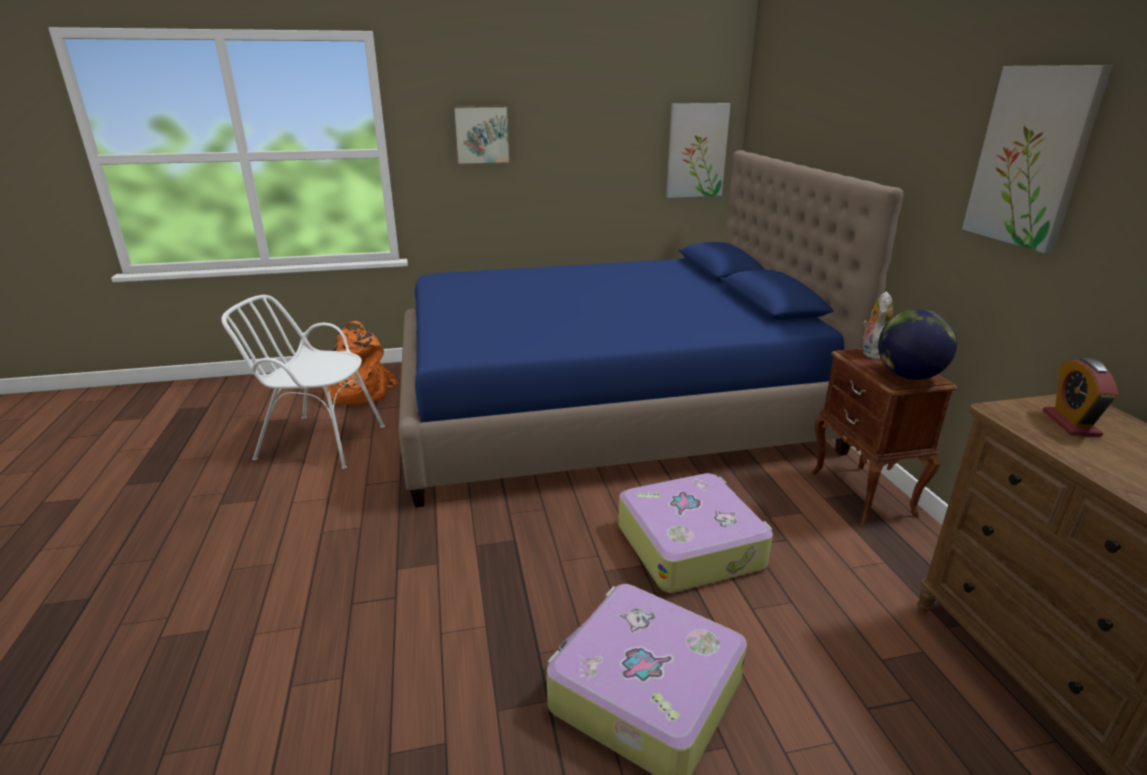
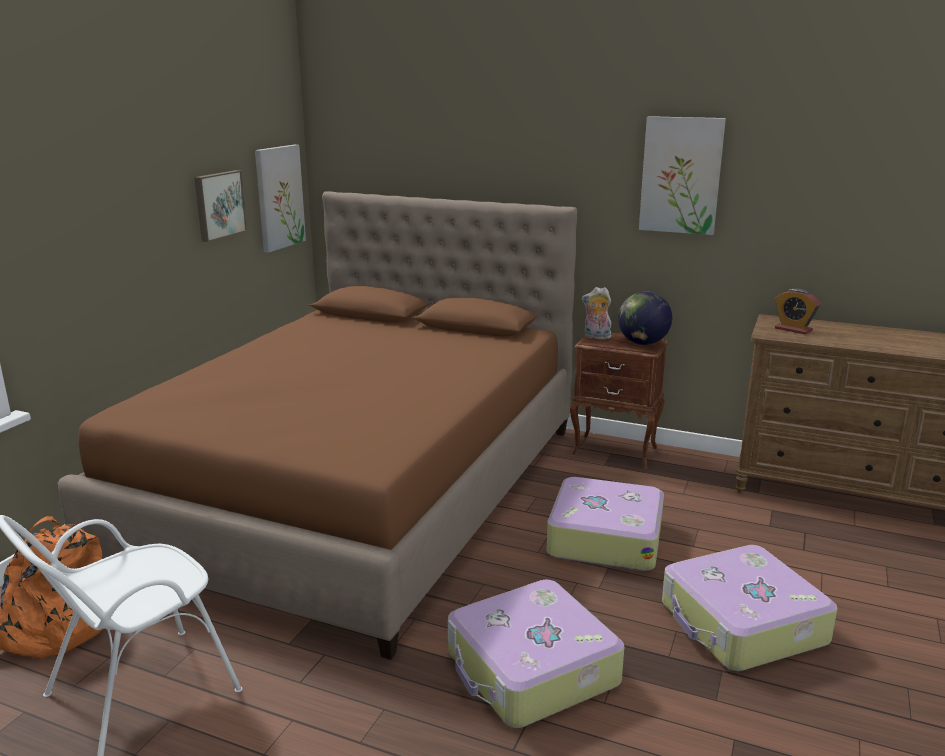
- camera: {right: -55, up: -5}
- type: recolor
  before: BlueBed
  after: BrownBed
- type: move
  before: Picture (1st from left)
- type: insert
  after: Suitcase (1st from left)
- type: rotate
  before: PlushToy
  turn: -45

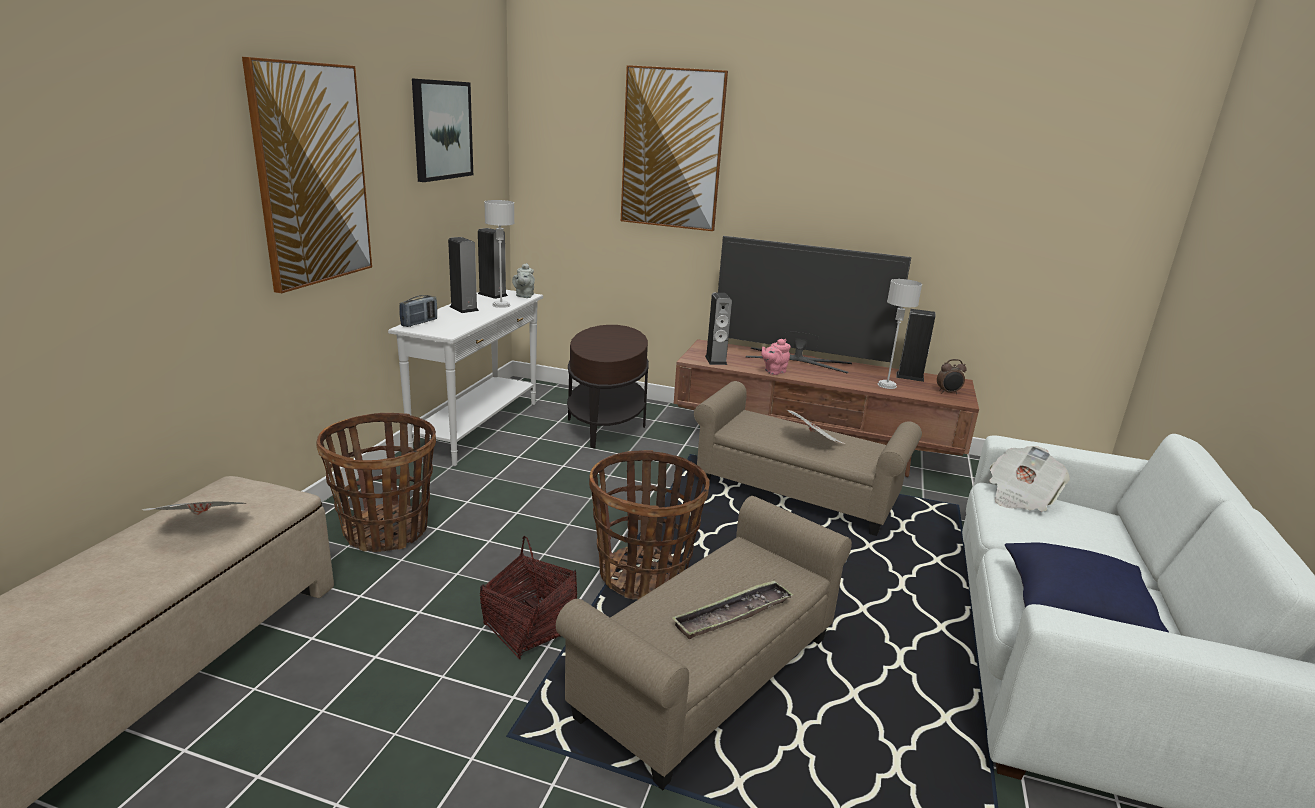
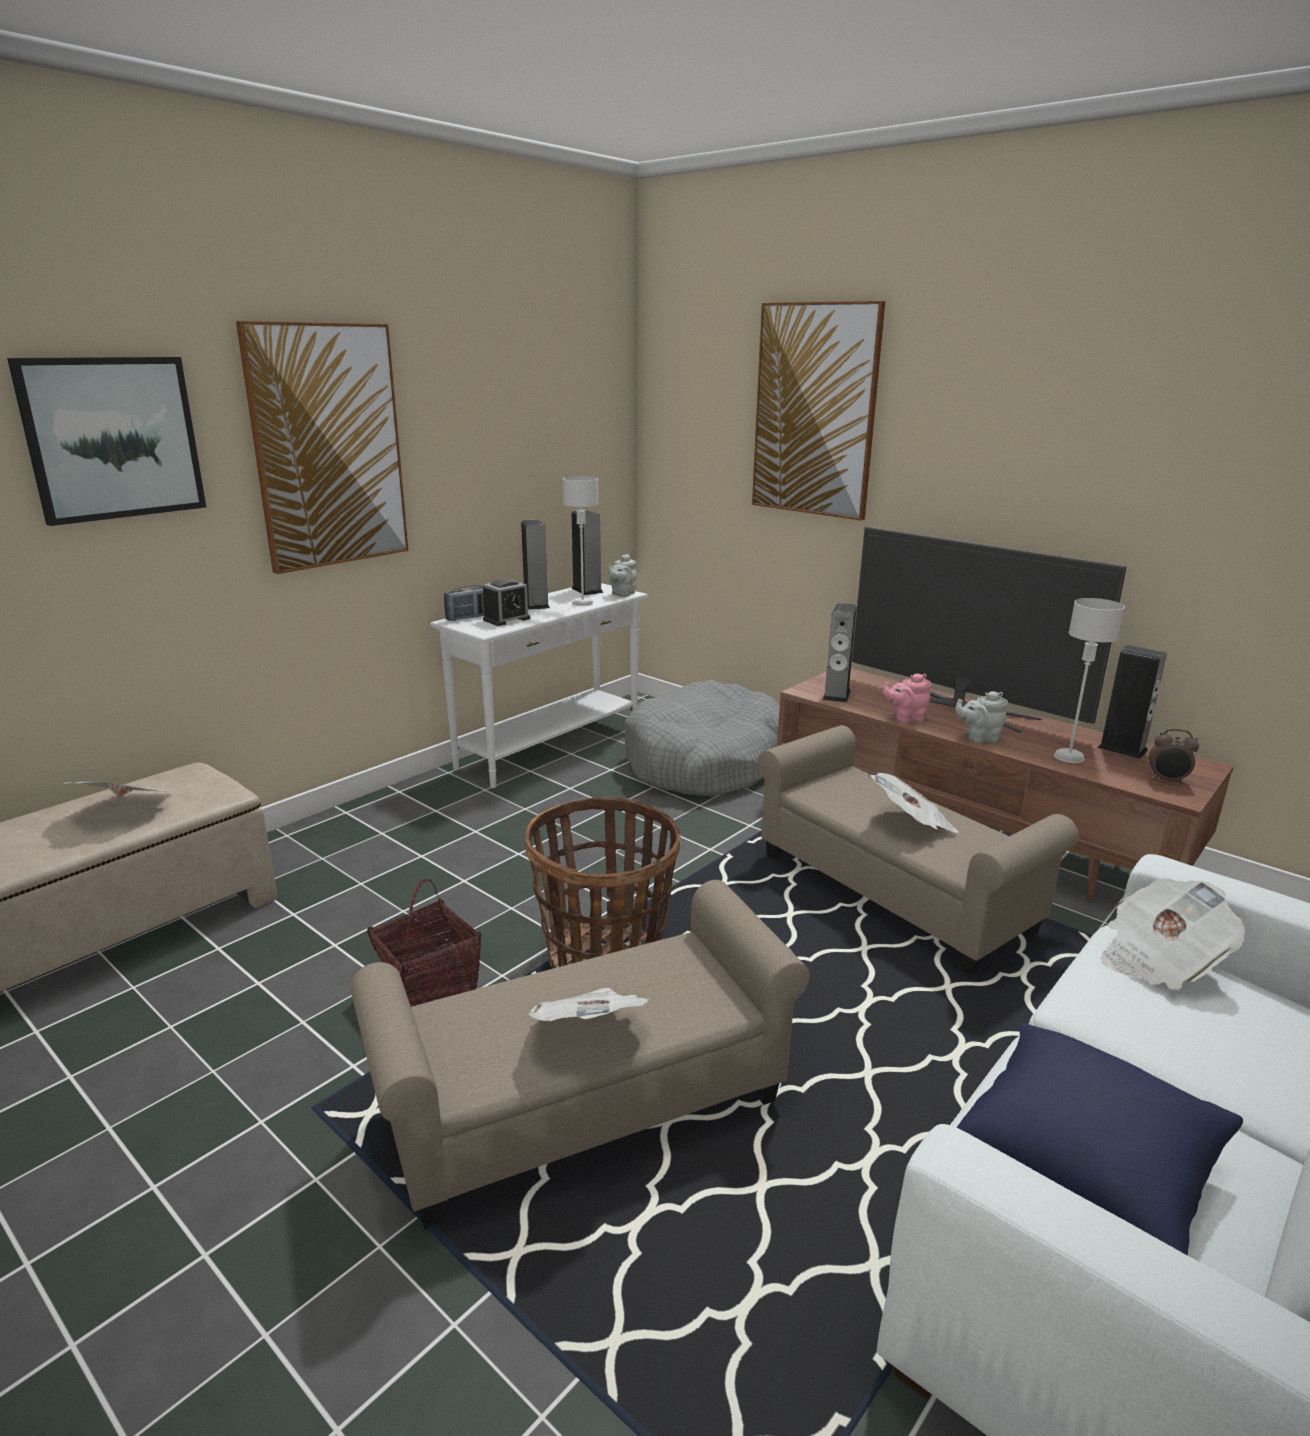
- camera: {right: 25, up: 0}
- type: move
  before: Picture (2nd from left in the first image)
  after: Picture (1st from left)
- type: insert
  after: AlarmClock (1st from left)
- type: replace
  before: Tray
  after: Newspaper (2nd from left)
- type: replace
  before: BrownSideTable
  after: GreyDogBed
- type: insert
  after: GreyTeapot (2nd from left)
- type: delete
  before: Basket (1st from left)

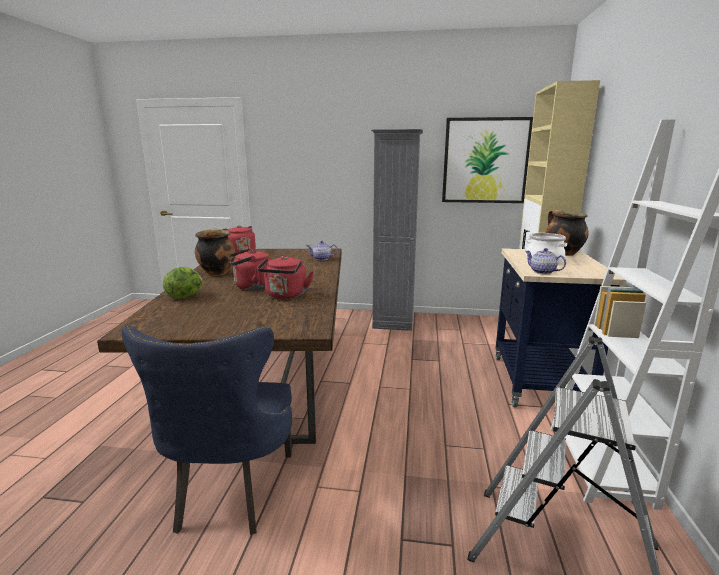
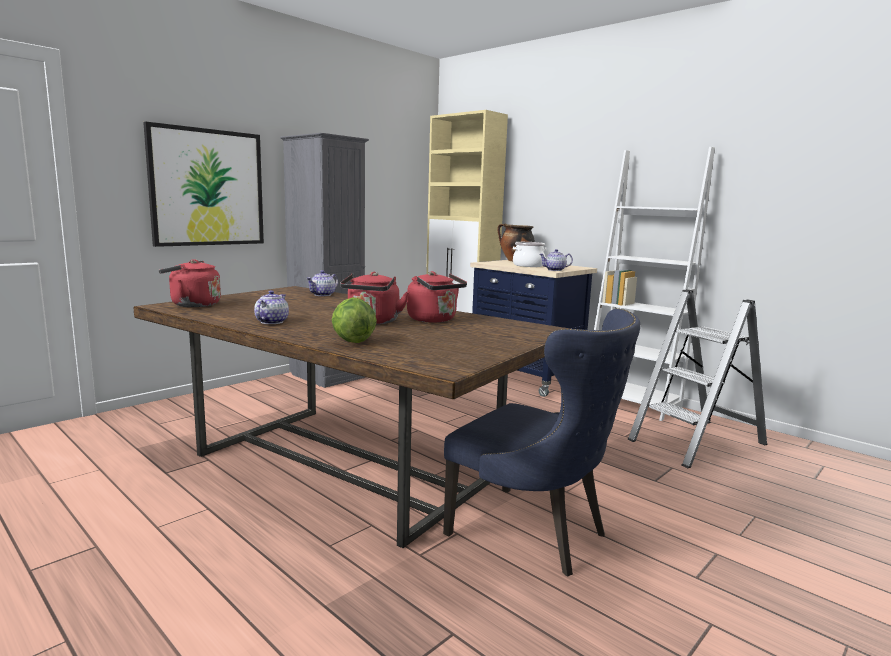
- camera: {right: -55, up: -5}
- type: move
  before: Picture
- type: replace
  before: CookingPot (1st from left)
  after: Teapot (1st from left)

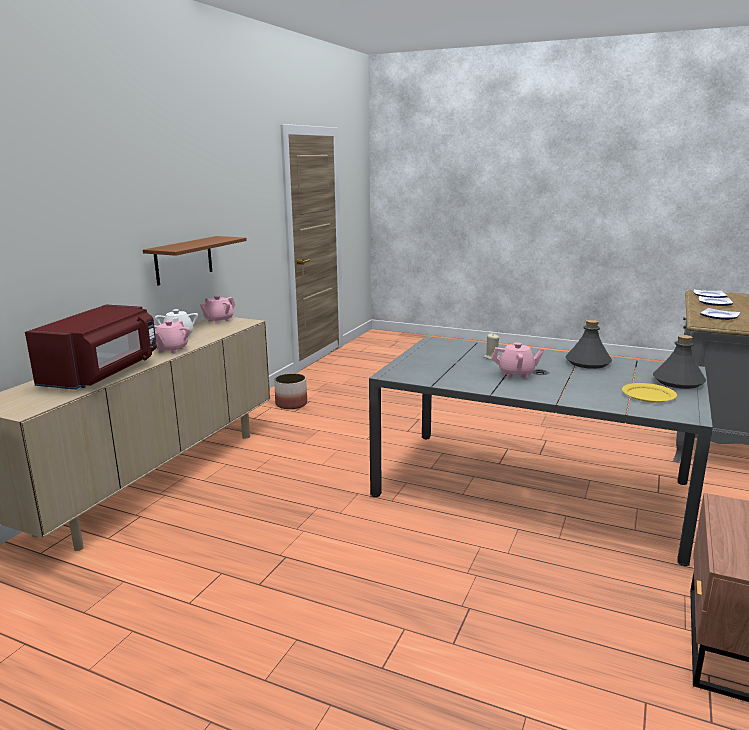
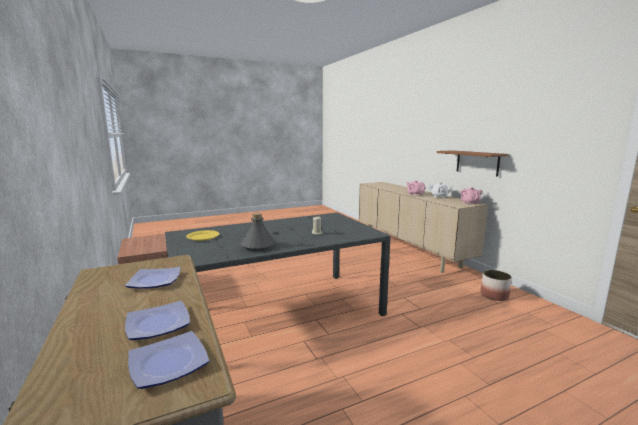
- camera: {right: 130, up: -5}
- type: delete
  before: RedMicrowave
- type: delete
  before: PinkTeapot (3rd from left)
- type: delete
  before: GreyBottle (2nd from left)

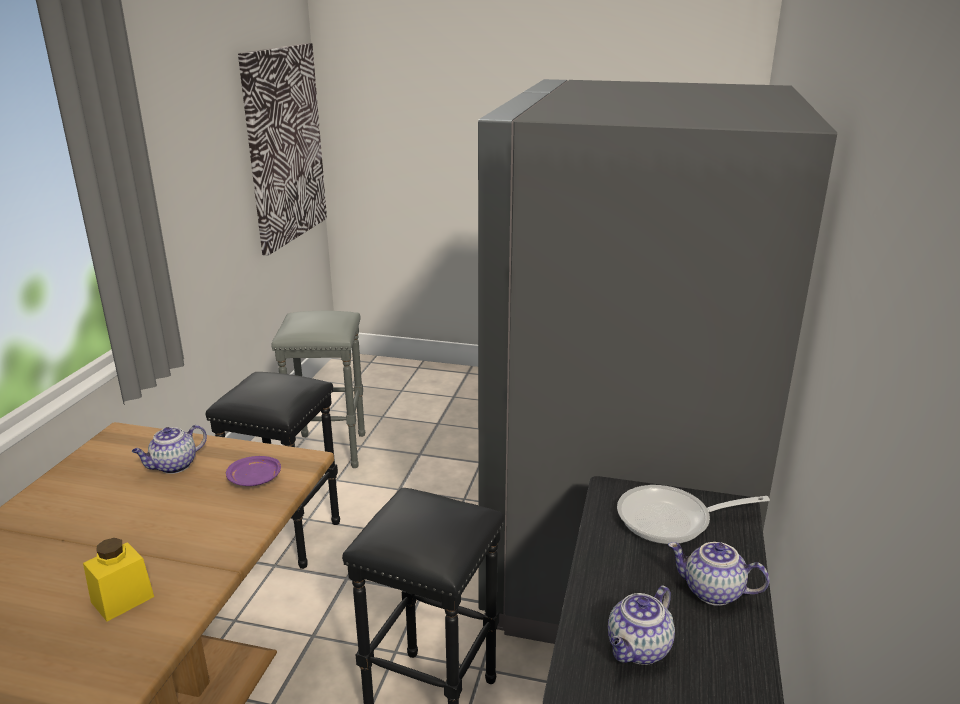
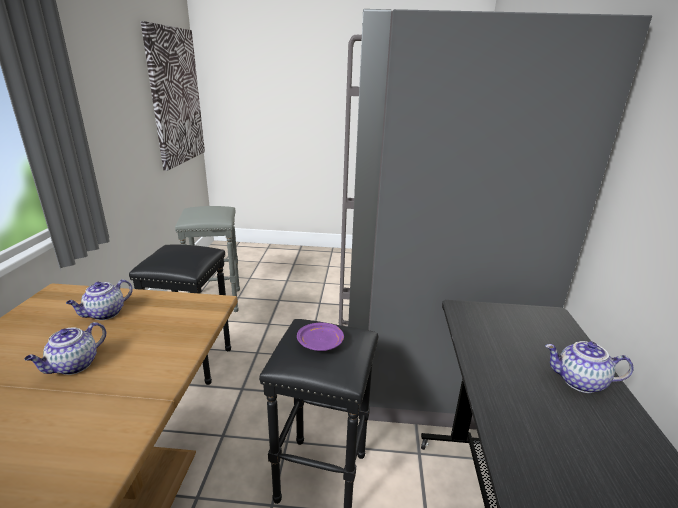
- camera: {right: -10, up: 0}
- type: move
  before: Teapot (2nd from left in the first image)
  after: Teapot (1st from left)
- type: move
  before: PurplePlate
- type: delete
  before: YellowJar
- type: delete
  before: FryingPan

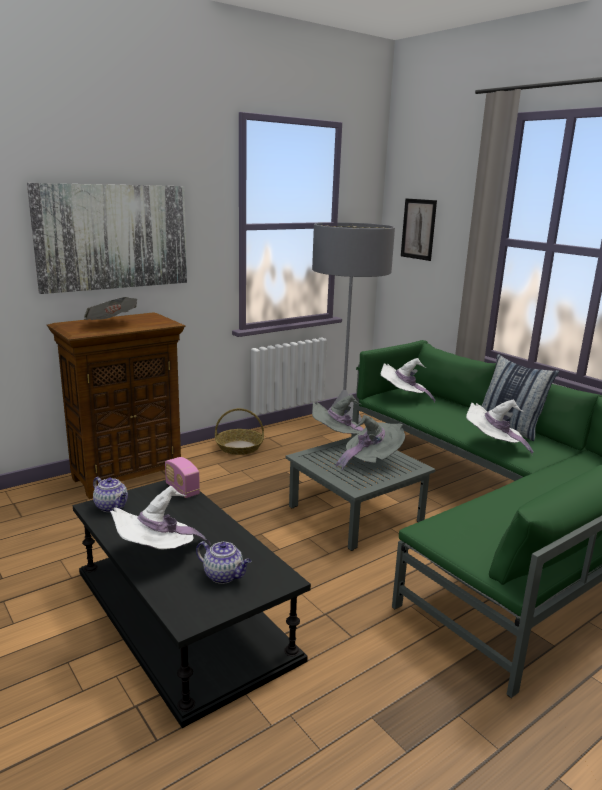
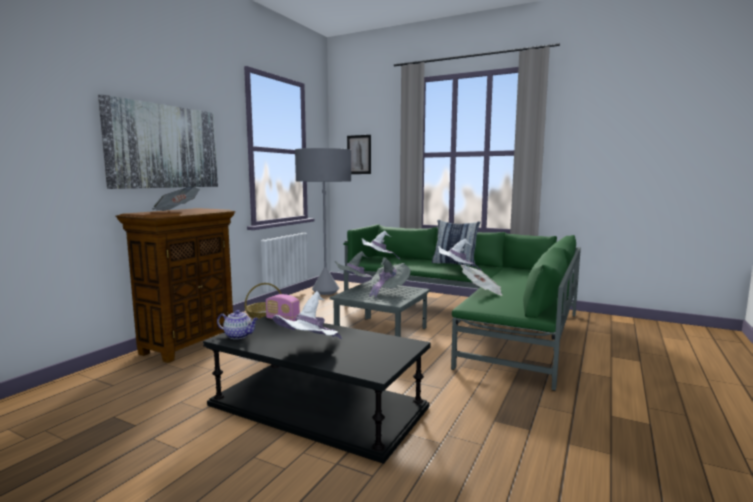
- camera: {right: -25, up: -10}
- type: insert
  after: Newspaper (2nd from left)
- type: delete
  before: Teapot (2nd from left)

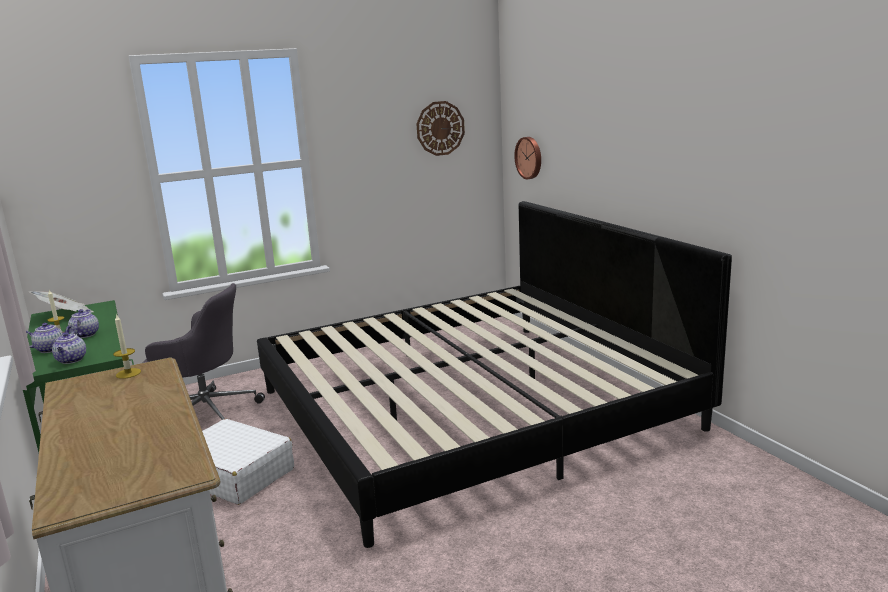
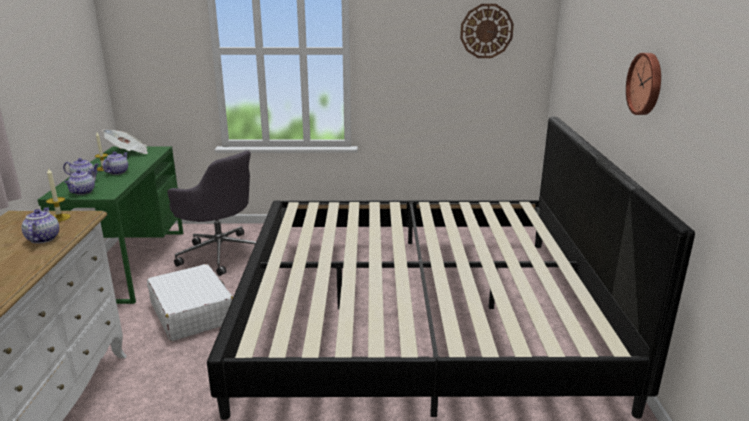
- camera: {right: 25, up: 5}
- type: insert
  after: Teapot (1st from left)
- type: move
  before: WallClock (2nd from left)

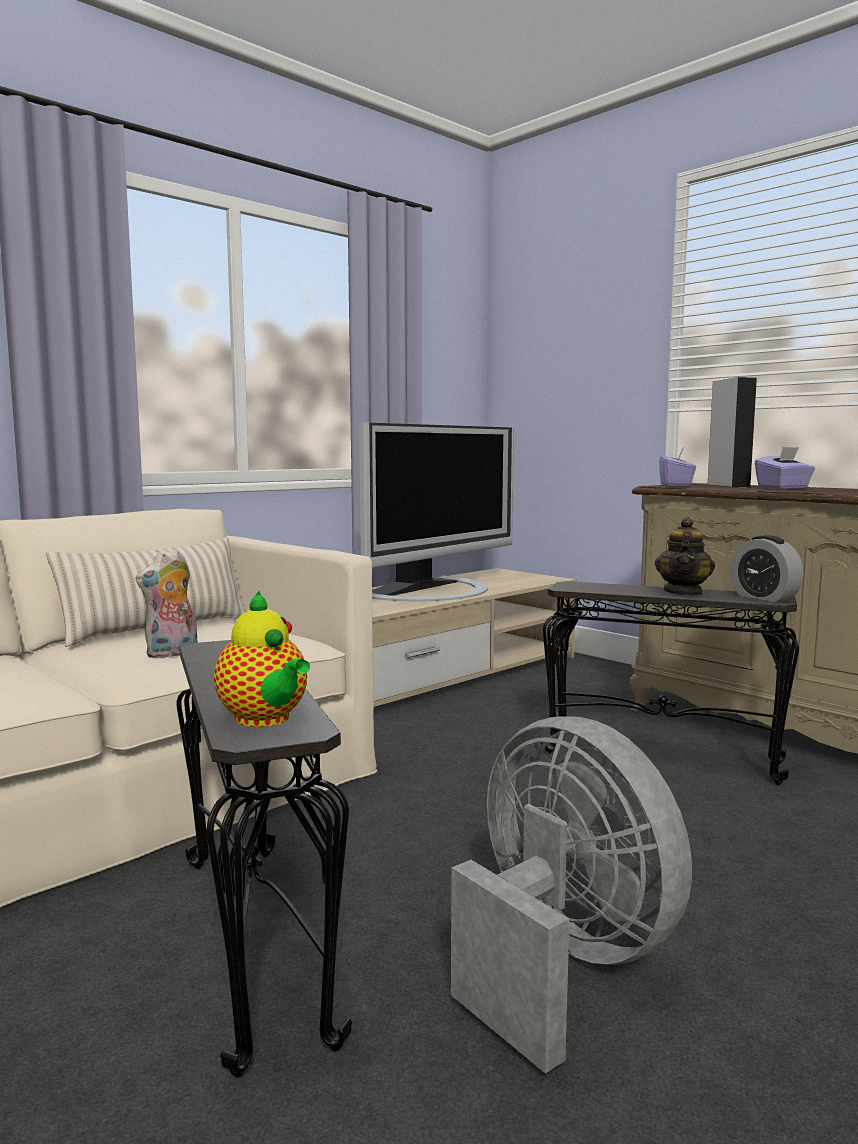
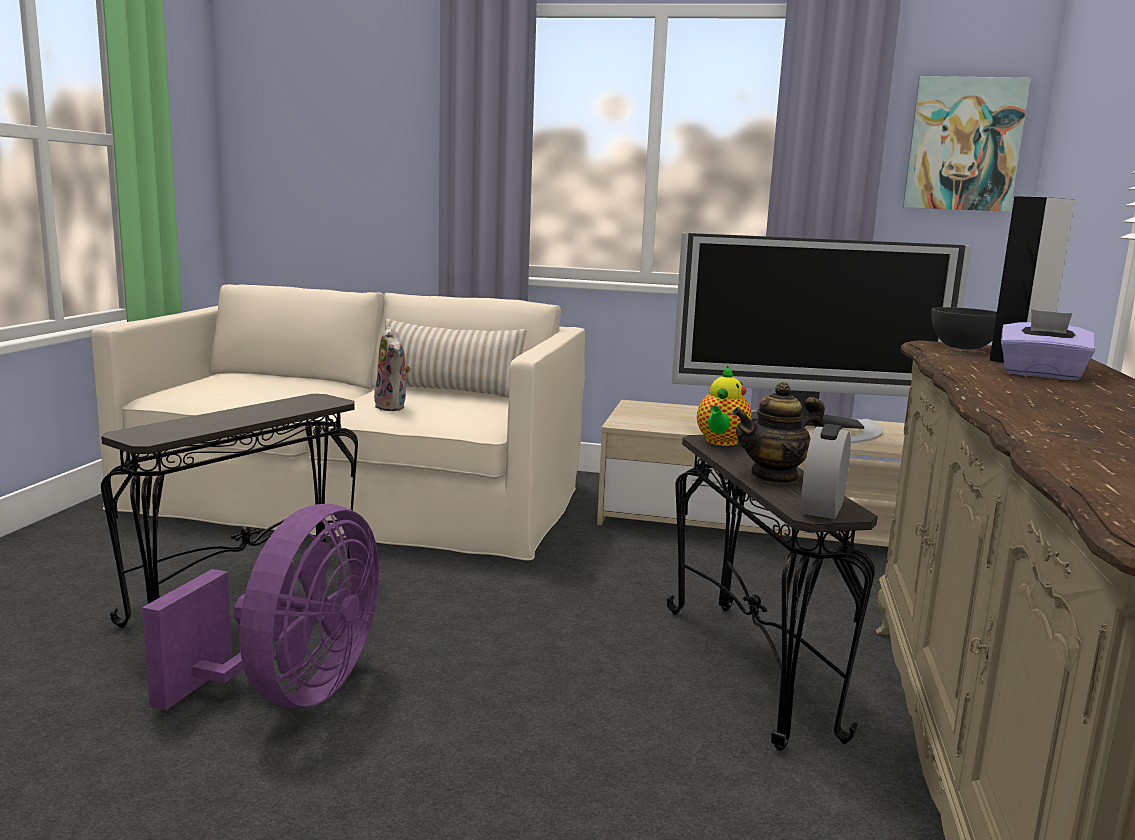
- camera: {right: 55, up: 5}
- type: recolor
  before: GreyFan
  after: PurpleFan
- type: rotate
  before: PlushToy
  turn: -120
- type: move
  before: Teapot (1st from left)
- type: insert
  after: Picture
- type: replace
  before: PurpleTissueBox (1st from left)
  after: GreyBowl

